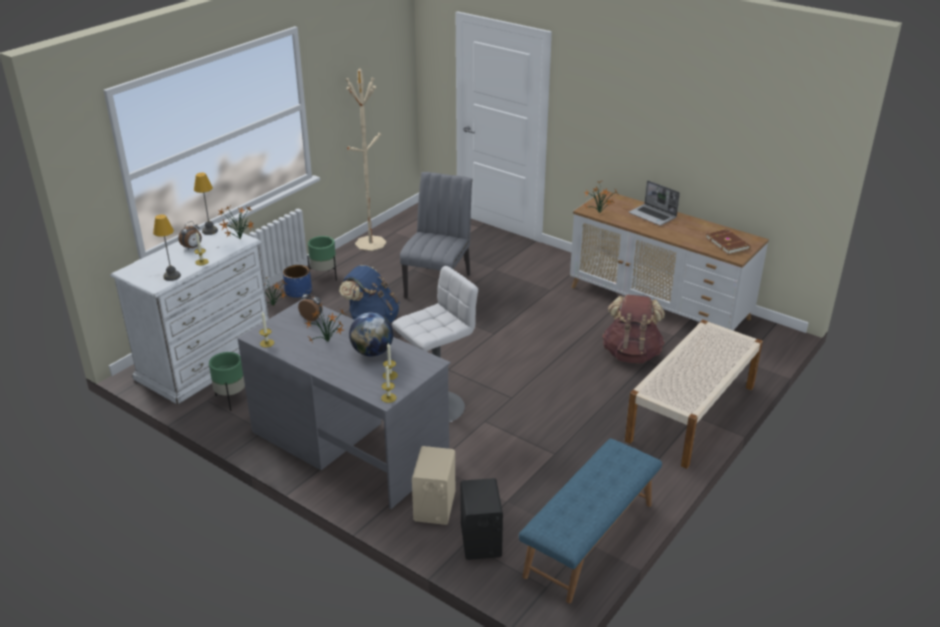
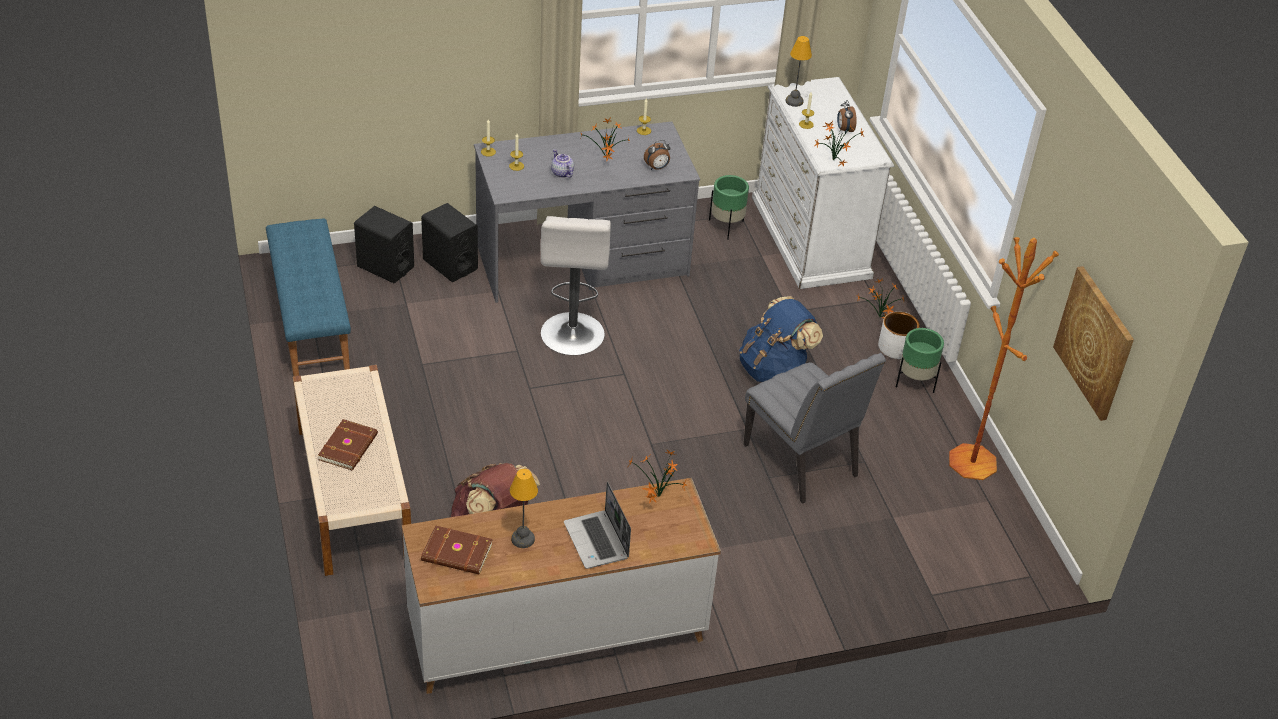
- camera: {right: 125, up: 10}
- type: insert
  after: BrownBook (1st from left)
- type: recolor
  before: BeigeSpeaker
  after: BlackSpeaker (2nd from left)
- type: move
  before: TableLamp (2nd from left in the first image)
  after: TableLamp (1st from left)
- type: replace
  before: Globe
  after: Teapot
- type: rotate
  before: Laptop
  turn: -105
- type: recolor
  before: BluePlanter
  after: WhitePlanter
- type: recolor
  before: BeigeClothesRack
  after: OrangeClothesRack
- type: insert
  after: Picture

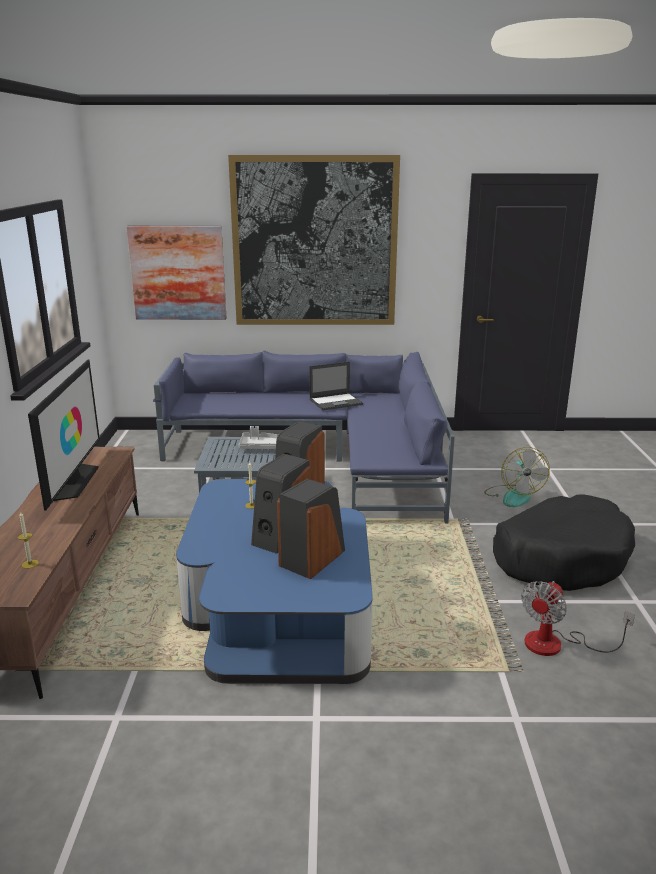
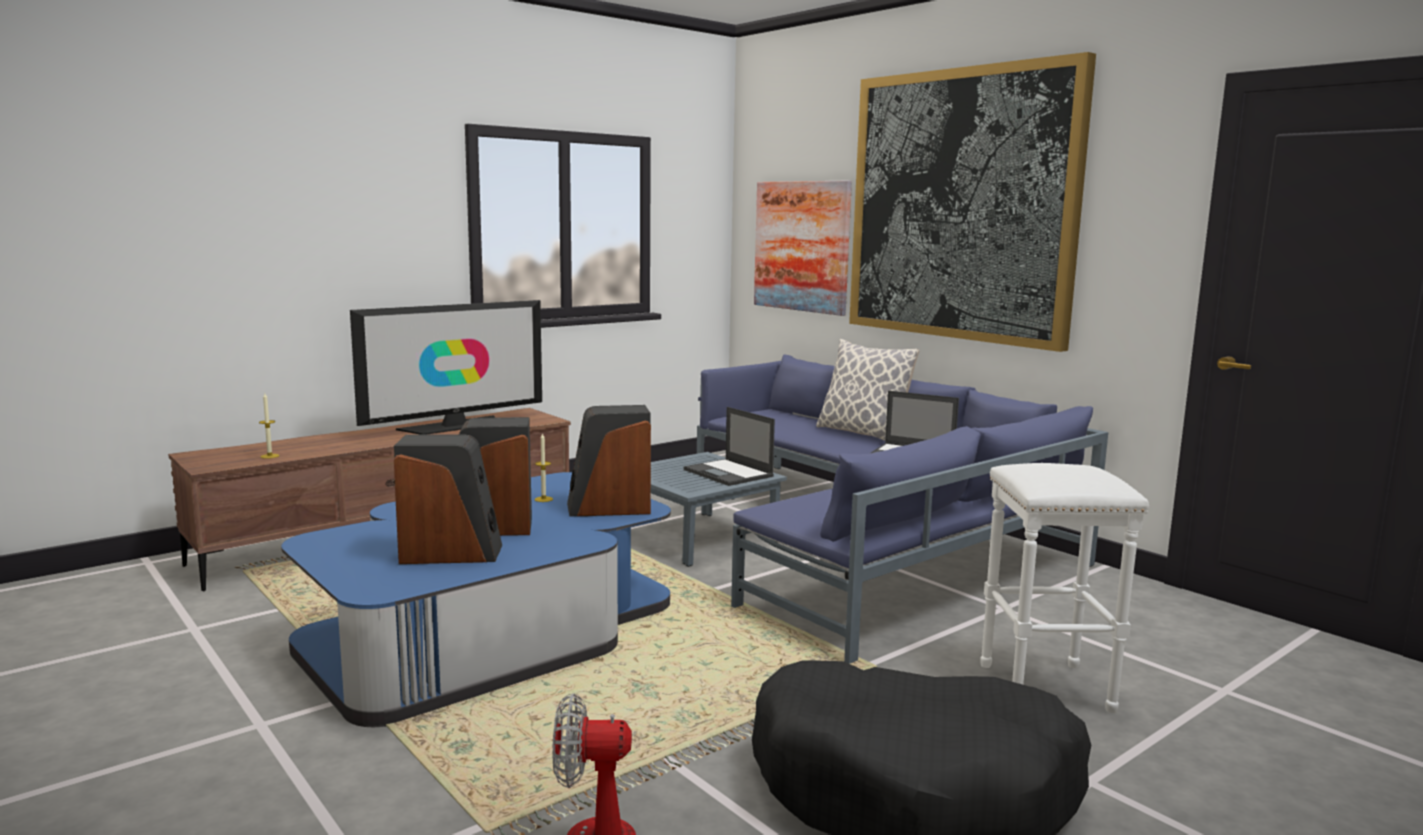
- camera: {right: 50, up: -10}
- type: replace
  before: GreyTray
  after: Laptop (1st from left)
- type: insert
  after: Pillow
- type: replace
  before: Fan (1st from left)
  after: WhiteStool

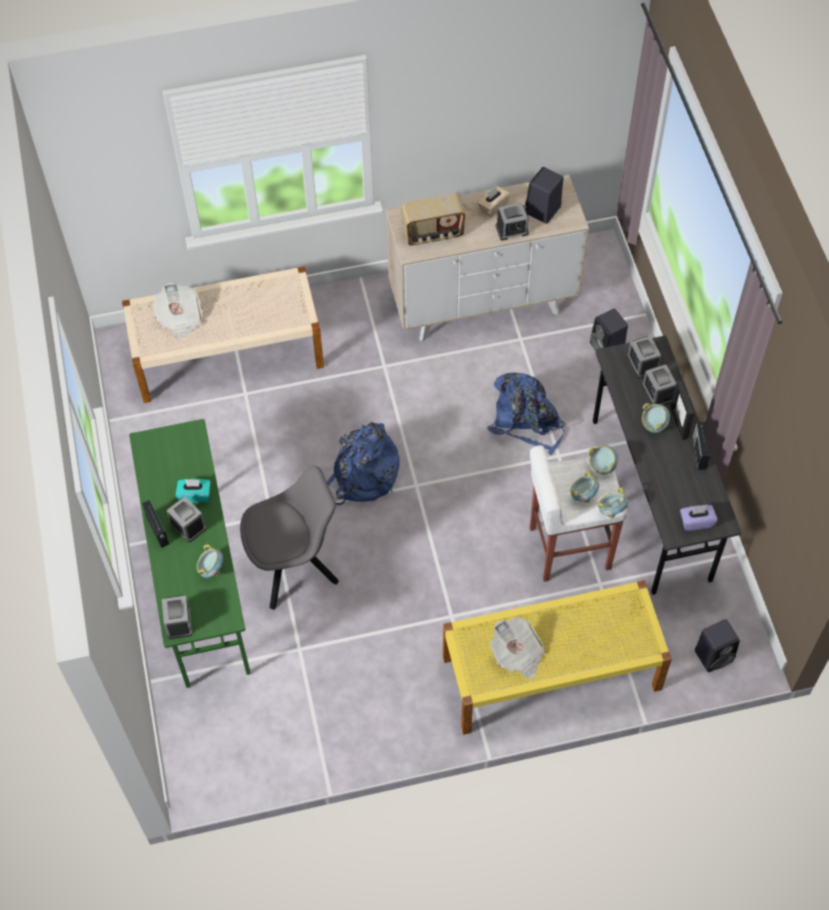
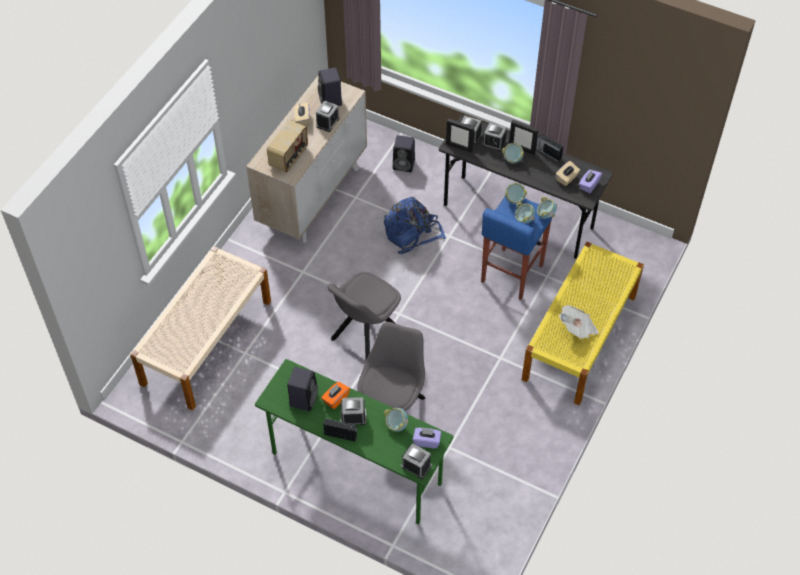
- camera: {right: -50, up: -5}
- type: move
  before: BlackSpeaker (3rd from left in the first image)
  after: BlackSpeaker (1st from left)
- type: recolor
  before: TurquoiseTissueBox
  after: OrangeTissueBox
- type: replace
  before: BlueBackpack (1st from left)
  after: GreyChair (1st from left)
- type: insert
  after: PurpleTissueBox (1st from left)
- type: insert
  after: PictureFrame (1st from left)
- type: recolor
  before: WhiteStool
  after: BlueStool
- type: insert
  after: BeigeTissueBox (2nd from left)
- type: delete
  before: Newspaper (1st from left)

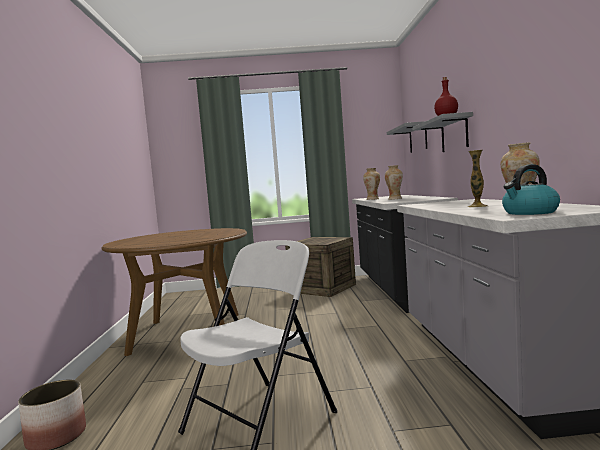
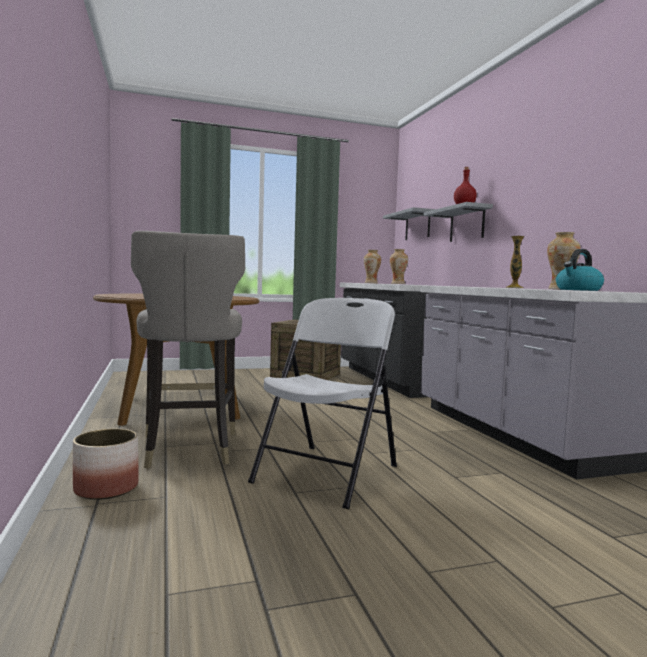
- camera: {right: -15, up: 0}
- type: insert
  after: GreyStool

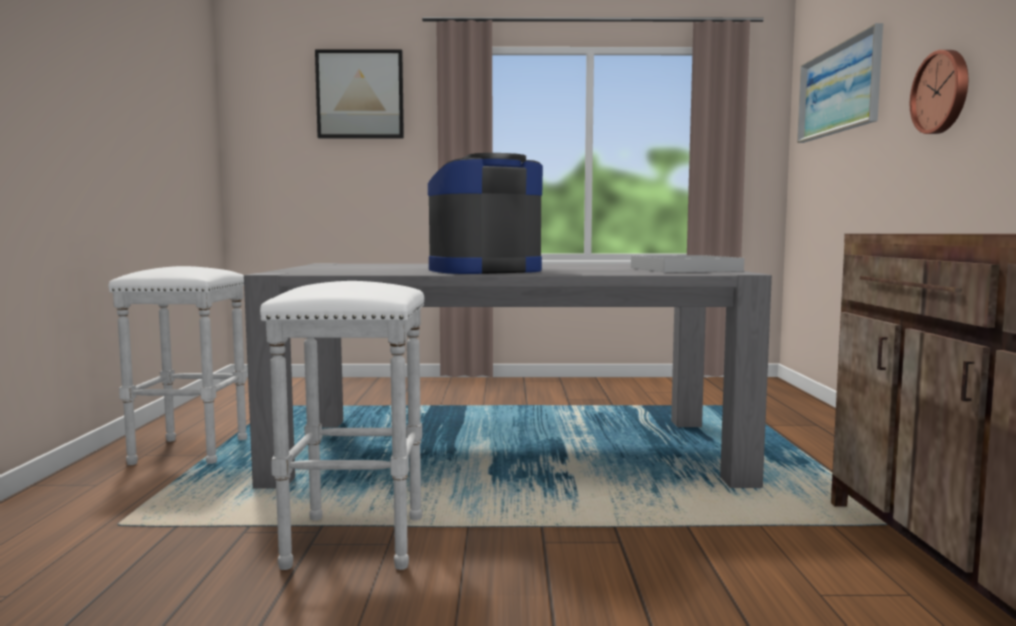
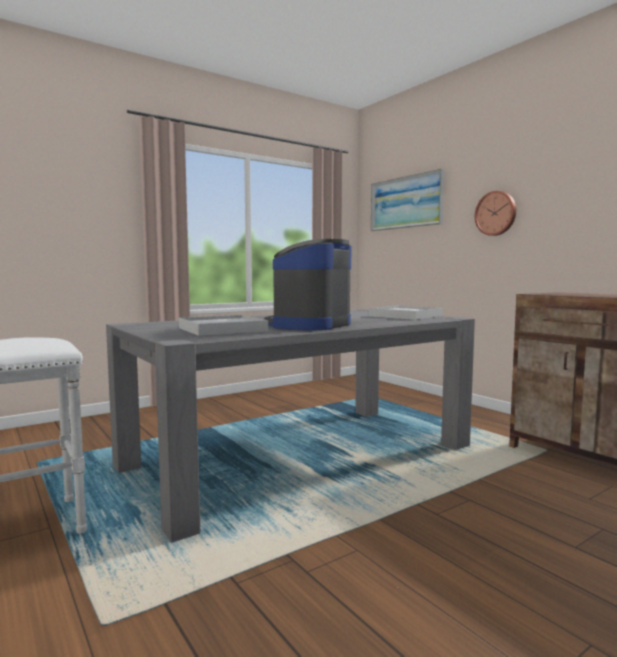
- camera: {right: -35, up: 0}
- type: insert
  after: WhiteTray (1st from left)
- type: delete
  before: WhiteStool (2nd from left)
- type: delete
  before: Picture (1st from left)

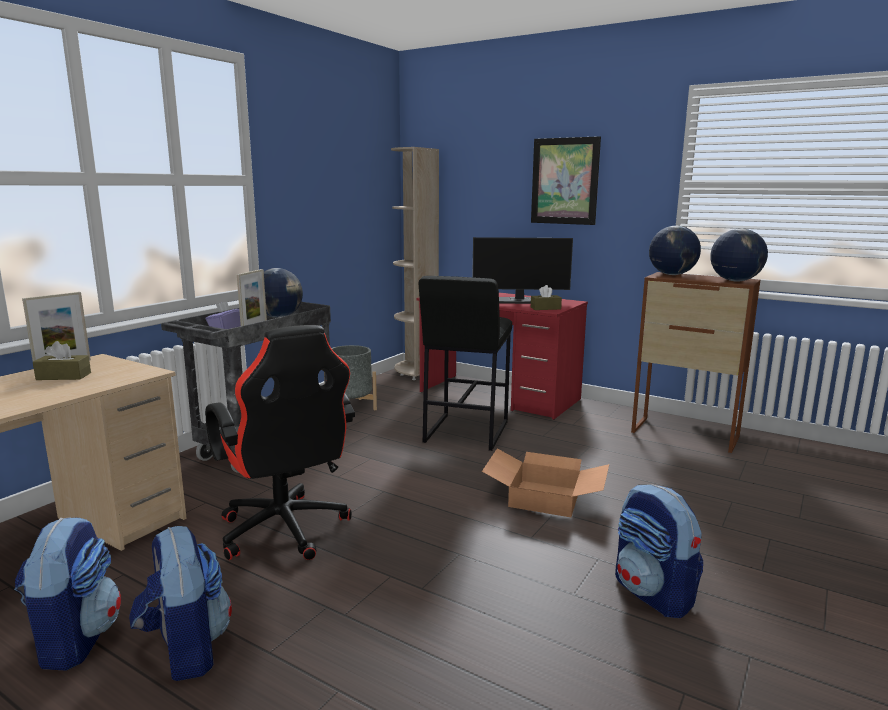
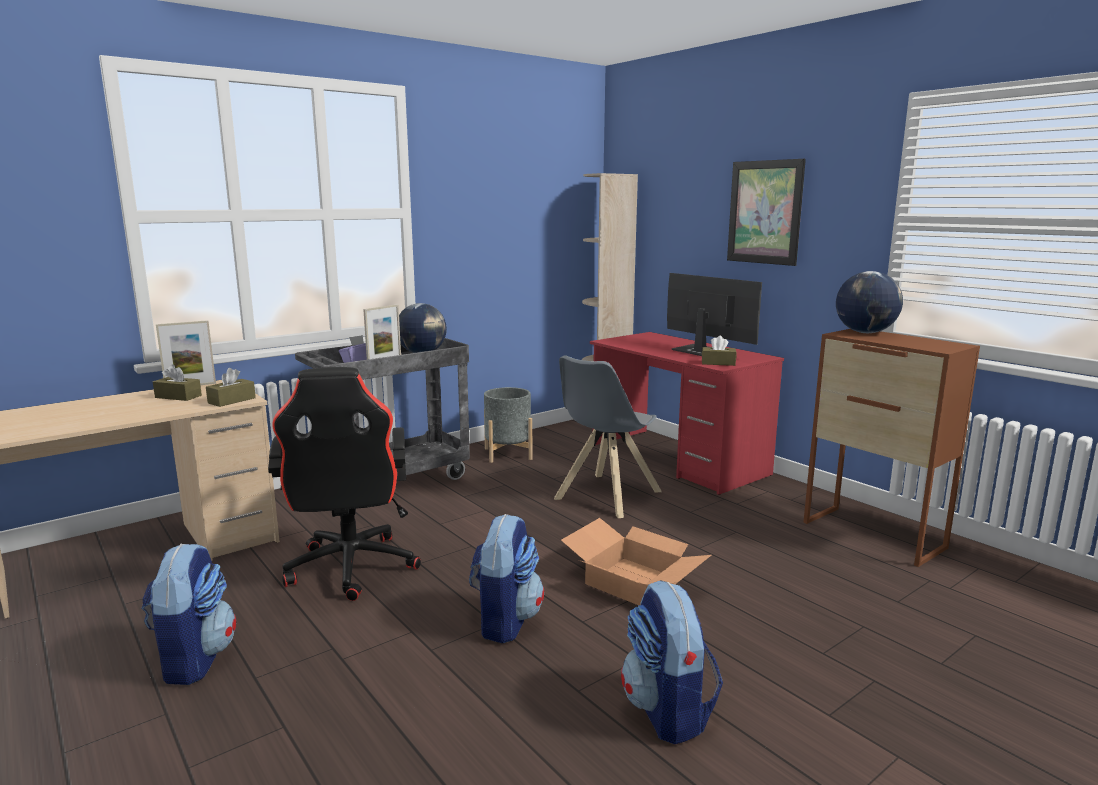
- camera: {right: 20, up: 0}
- type: insert
  after: BrownTissueBox (2nd from left)
- type: move
  before: Backpack (1st from left in the first image)
  after: Backpack (2nd from left)
- type: replace
  before: BlackStool
  after: GreyChair
- type: rotate
  before: Monitor
  turn: -150
- type: delete
  before: Globe (3rd from left)

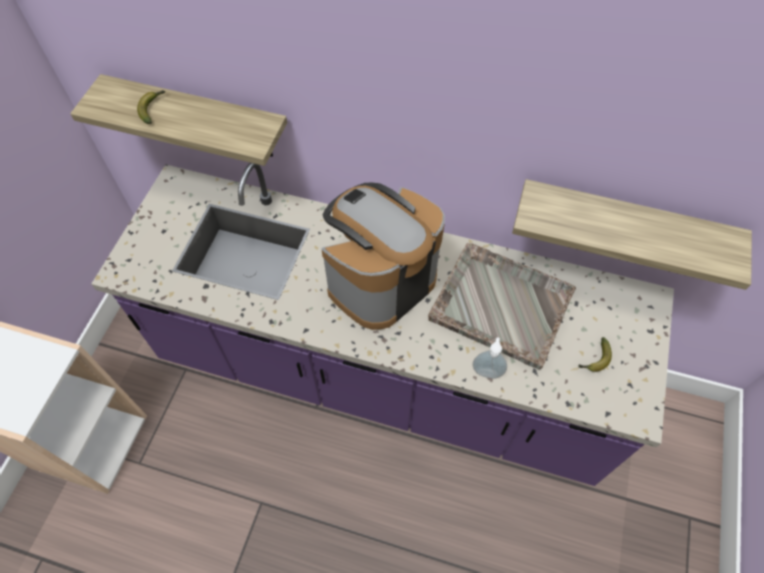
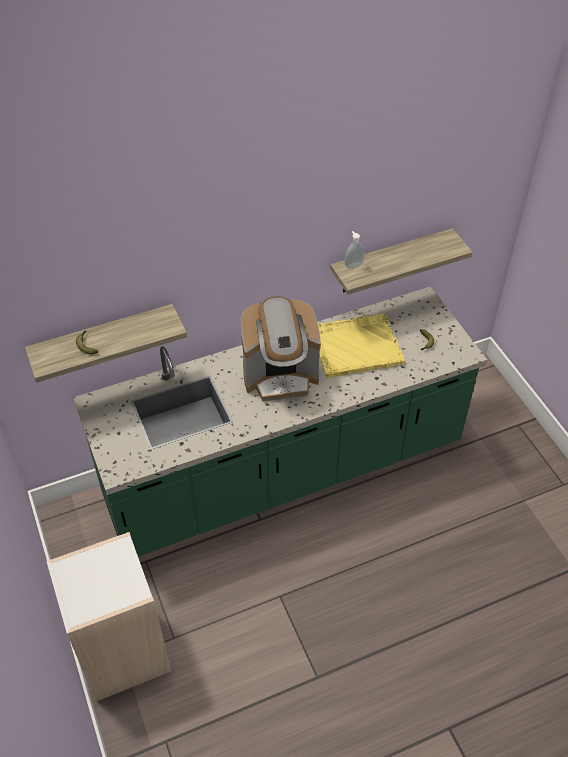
- camera: {right: -40, up: -10}
- type: recolor
  before: PurpleCounter
  after: GreenCounter
- type: rotate
  before: CoffeeMachine
  turn: -105
- type: recolor
  before: GreyTray
  after: YellowTray
- type: move
  before: SoapDispenser

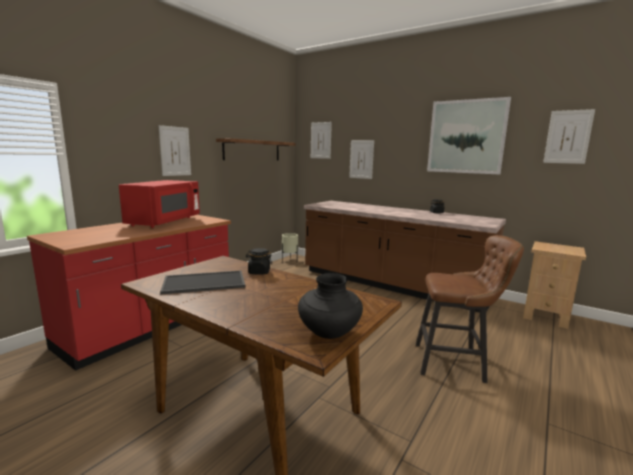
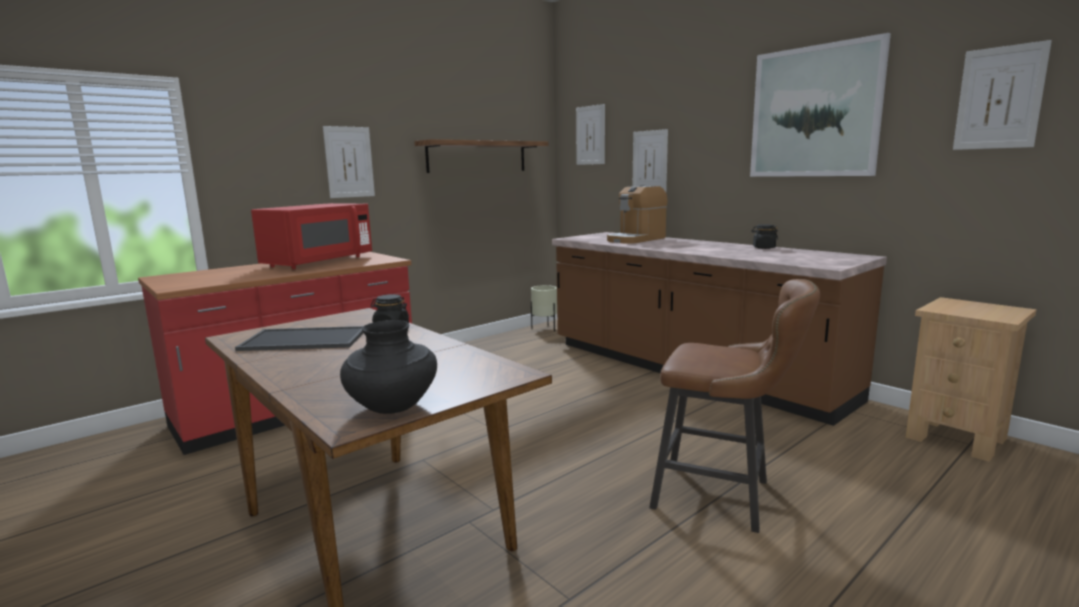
- camera: {right: 15, up: 0}
- type: insert
  after: CoffeeMachine

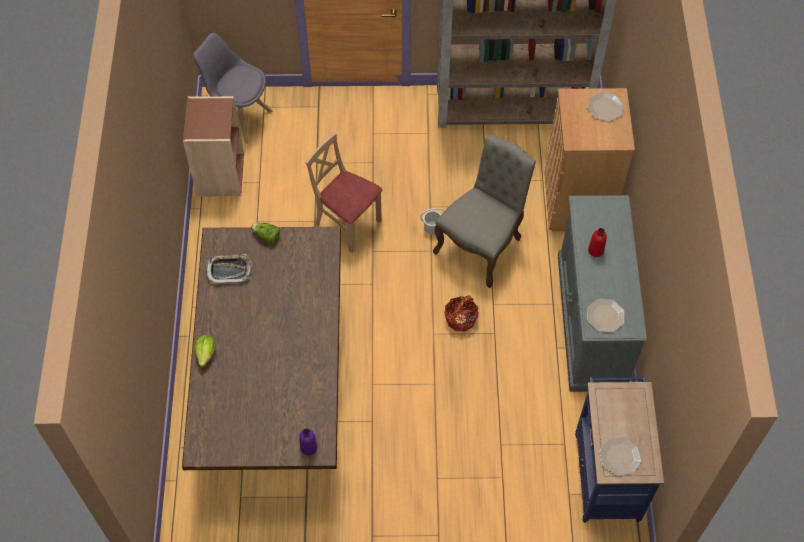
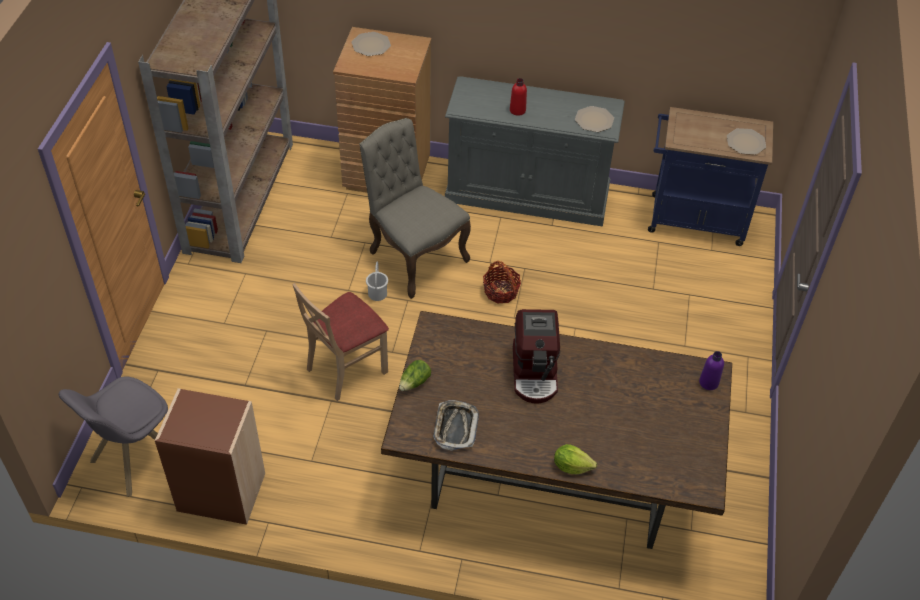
- camera: {right: -80, up: -10}
- type: insert
  after: CoffeeMachine

